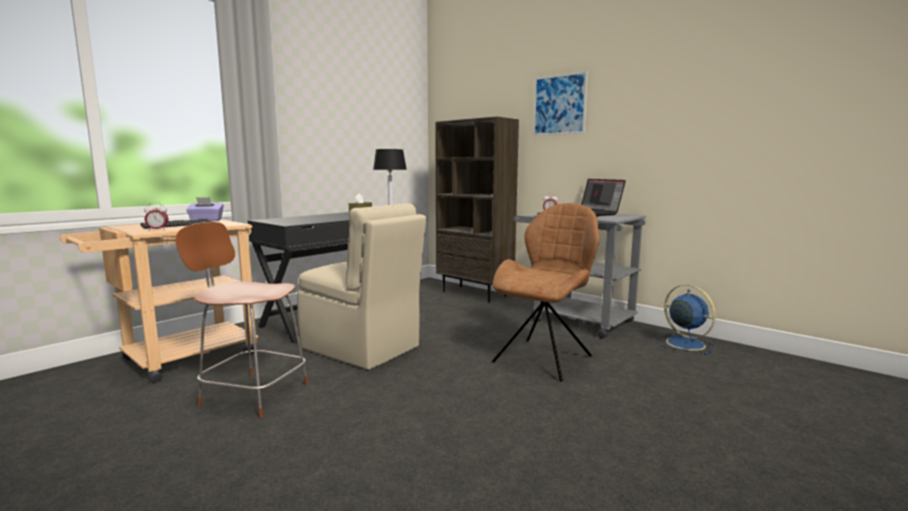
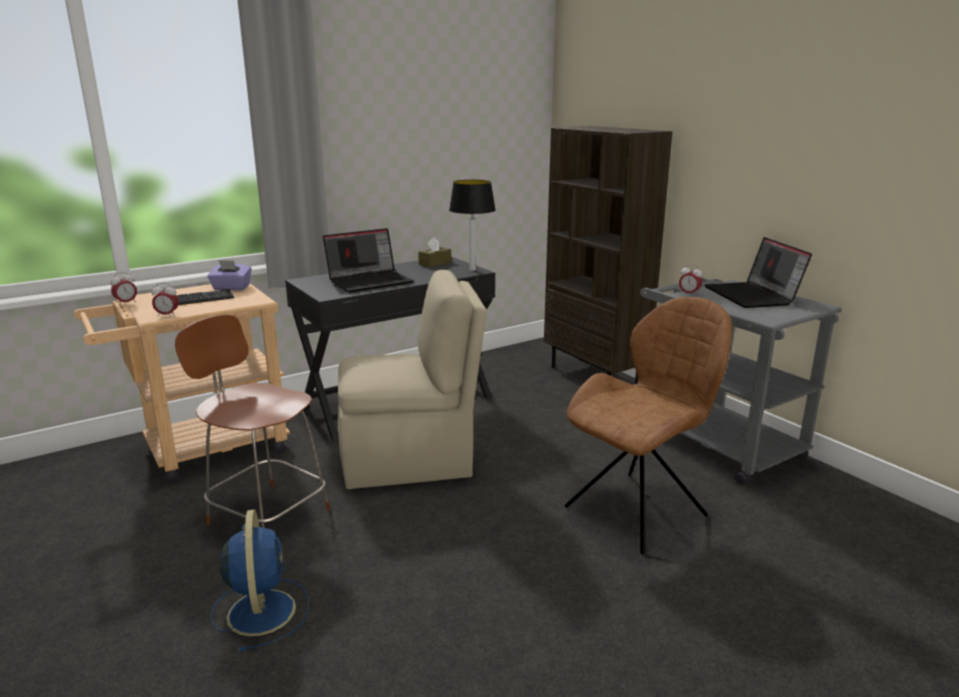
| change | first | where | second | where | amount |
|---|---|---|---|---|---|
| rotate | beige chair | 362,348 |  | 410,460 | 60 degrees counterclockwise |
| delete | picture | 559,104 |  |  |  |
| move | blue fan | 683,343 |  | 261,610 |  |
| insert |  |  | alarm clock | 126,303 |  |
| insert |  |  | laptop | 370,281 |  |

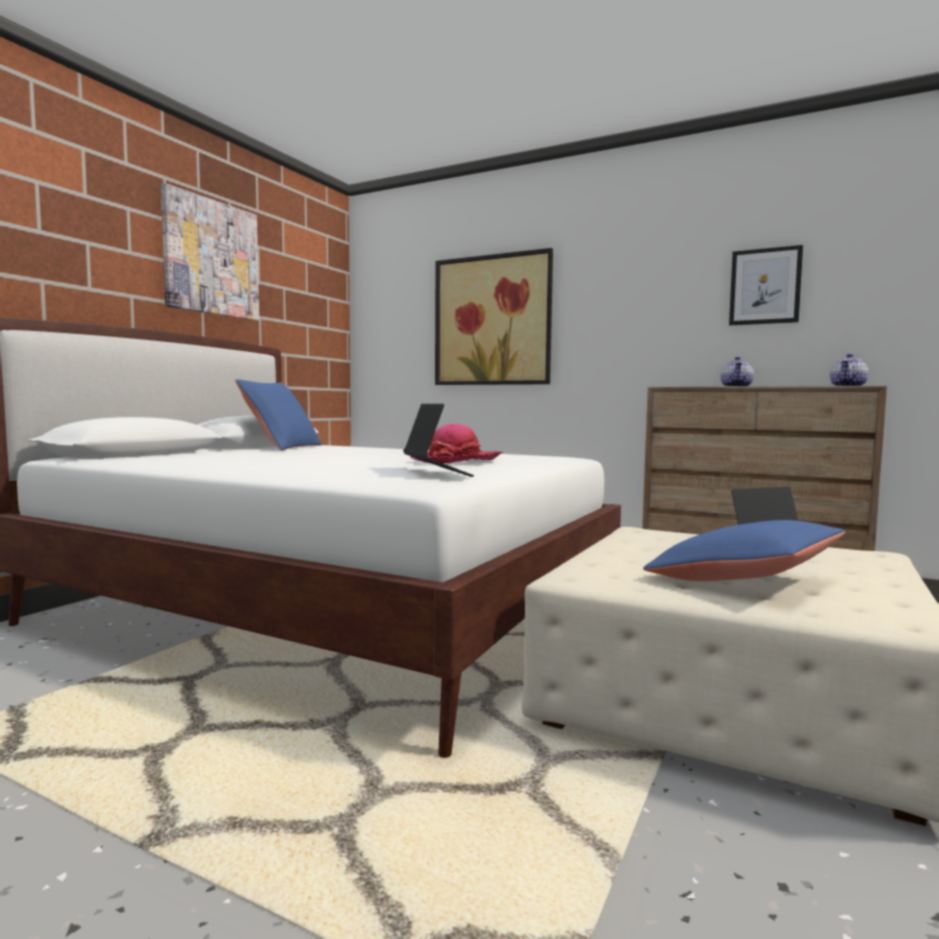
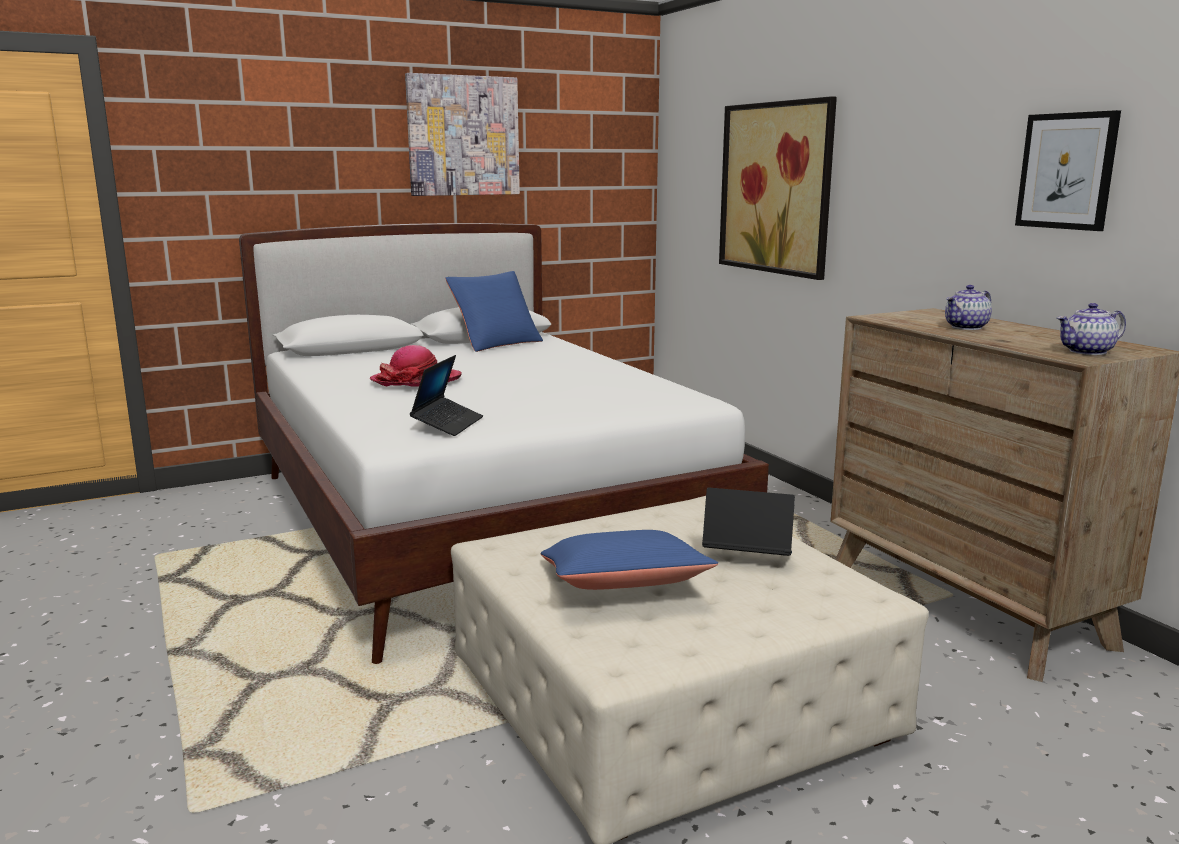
| change | first | where | second | where | amount |
|---|---|---|---|---|---|
| move | hat | 456,460 |  | 416,380 |  |

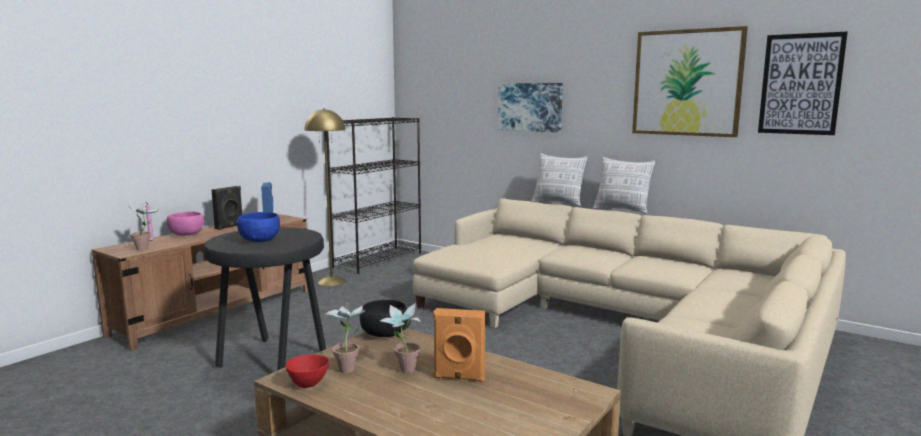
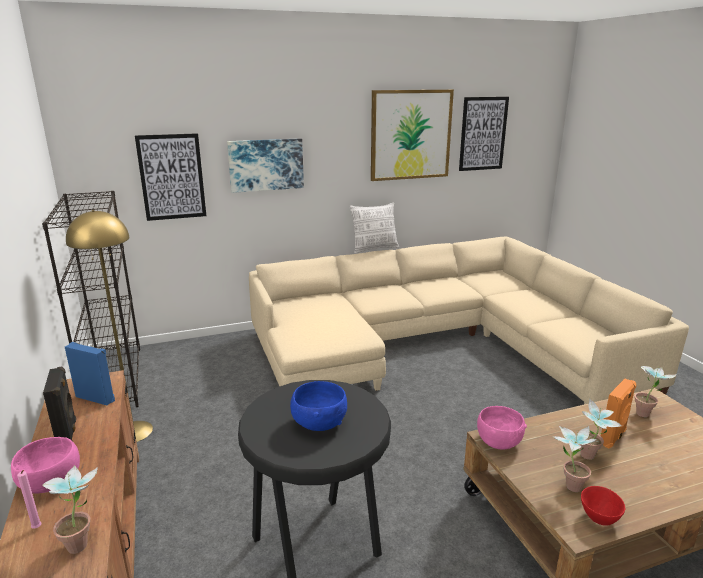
| change | first | where | second | where | amount |
|---|---|---|---|---|---|
| recolor | black bowl | 384,334 | pink bowl | 498,442 |  |
| delete | pillow | 558,203 |  |  |  |
| insert |  |  | picture | 172,177 |  |
| insert |  |  | potted plant | 646,413 |  |

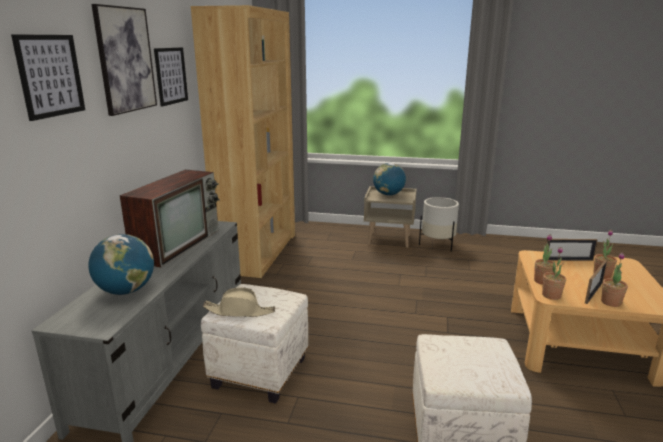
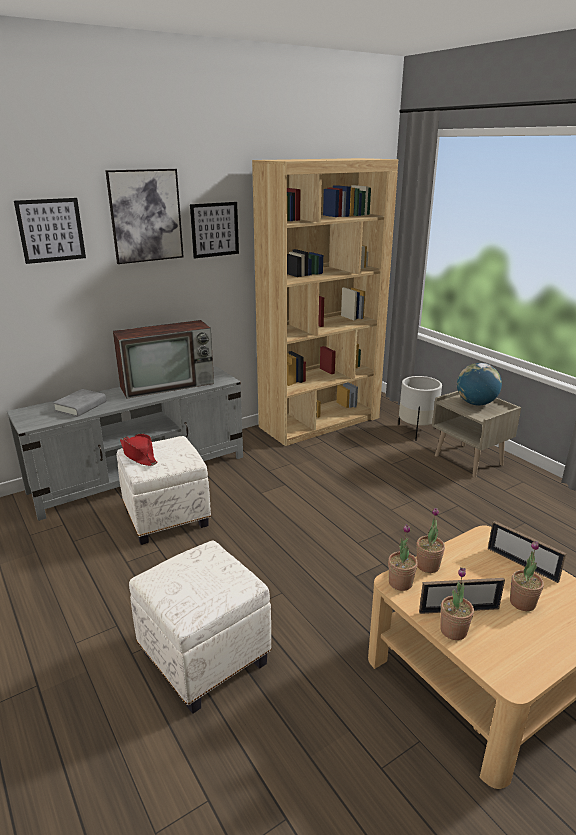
| change | first | where | second | where | amount |
|---|---|---|---|---|---|
| replace | globe | 126,291 | grey book | 81,407 |  |
| recolor | beige hat | 239,311 | red hat | 139,455 |  |
| move | white planter | 437,245 |  | 416,430 |  |

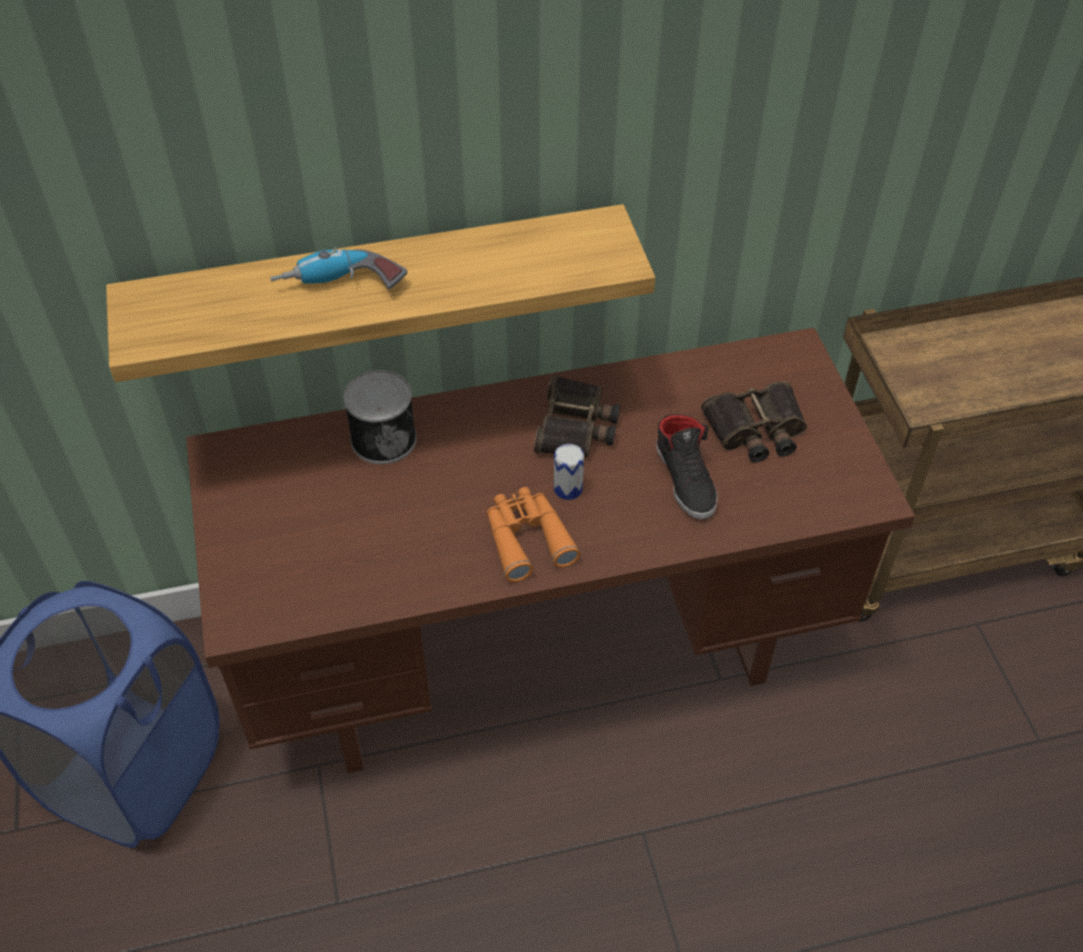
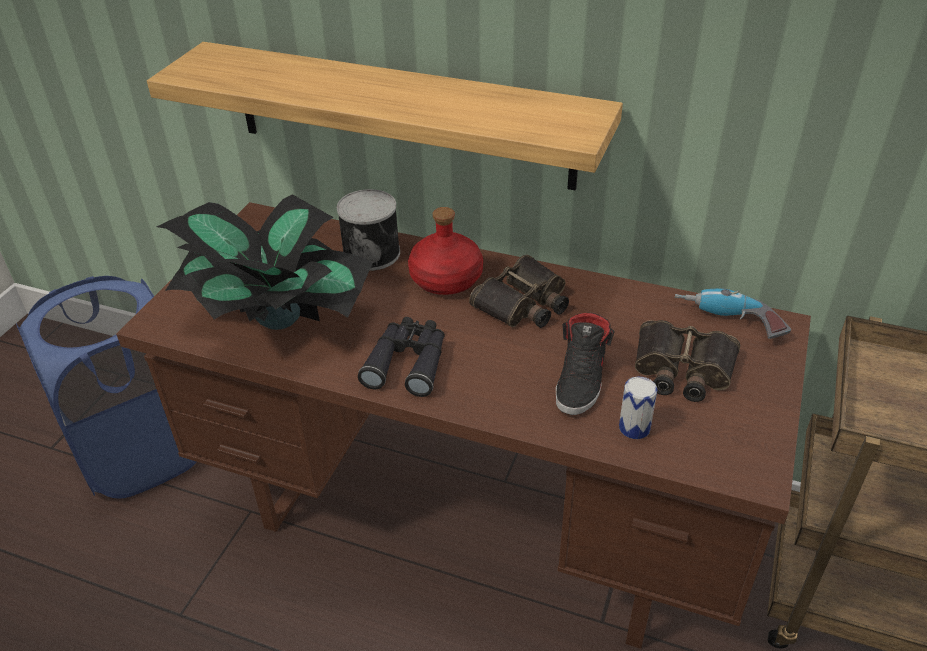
| change | first | where | second | where | amount |
|---|---|---|---|---|---|
| move | power drill | 340,286 |  | 728,323 |  |
| recolor | orange binoculars | 527,538 | black binoculars | 408,362 |  |
| move | can | 568,489 |  | 634,428 |  |
| insert |  |  | potted plant | 277,317 |  |
| insert |  |  | red bottle | 445,279 |  |

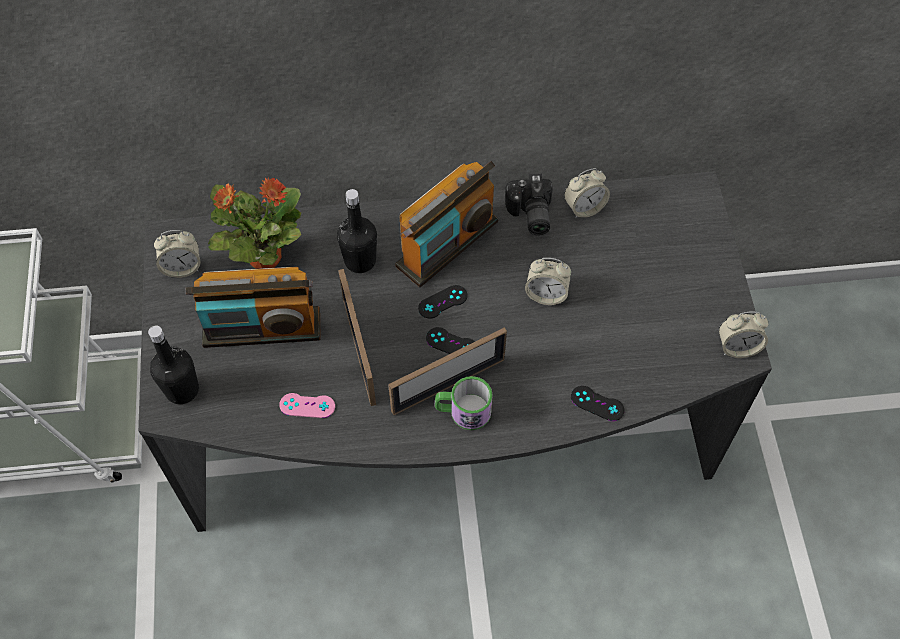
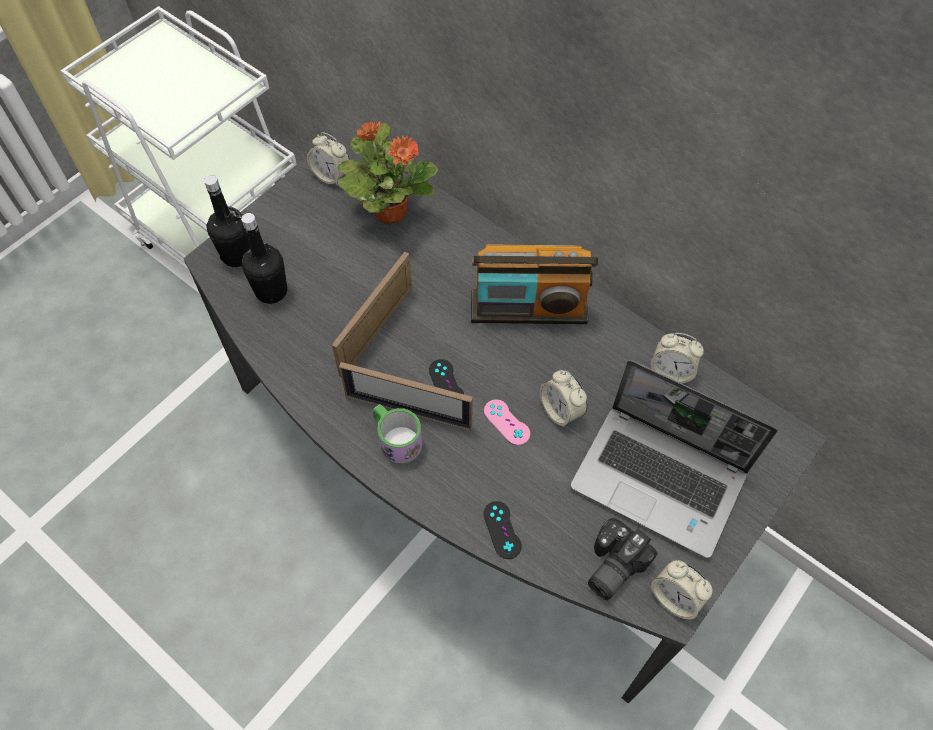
| change | first | where | second | where | amount |
|---|---|---|---|---|---|
| delete | radio | 262,328 |  |  |  |
| move | pink game controller | 307,405 |  | 506,422 |  |
| move | black bottle | 360,261 |  | 271,291 |  |
| delete | black game controller | 442,302 |  |  |  |
| move | photo camera | 529,215 |  | 610,565 |  |
| insert |  |  | laptop | 661,480 |  |

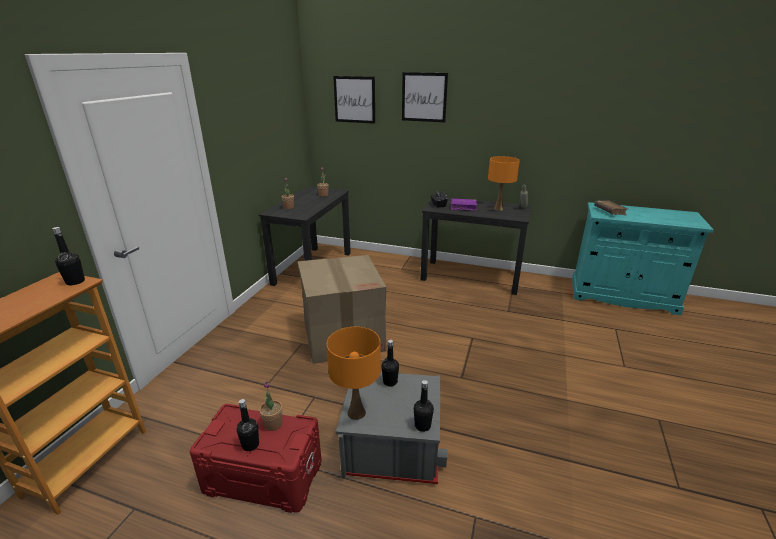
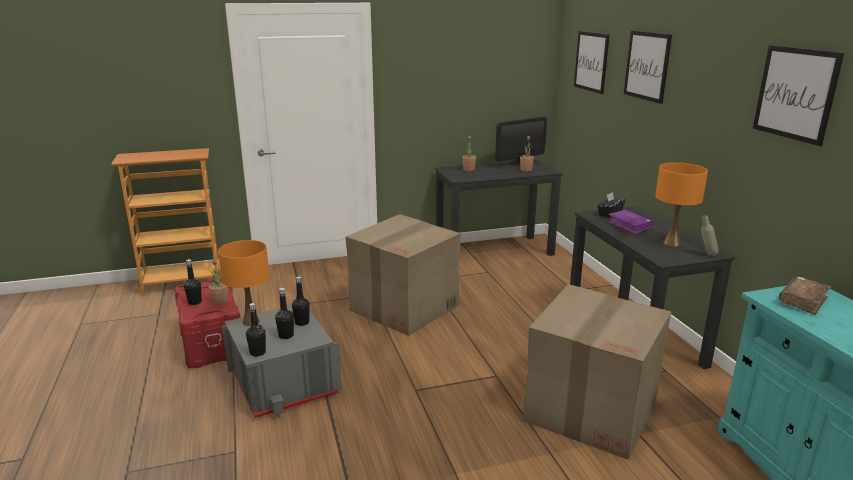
| change | first | where | second | where | amount |
|---|---|---|---|---|---|
| move | black bottle | 75,282 |  | 286,335 |  |
| insert |  |  | monitor | 518,163 |  |
| insert |  |  | cardboard box | 591,409 |  |
| insert |  |  | picture | 795,93 |  |

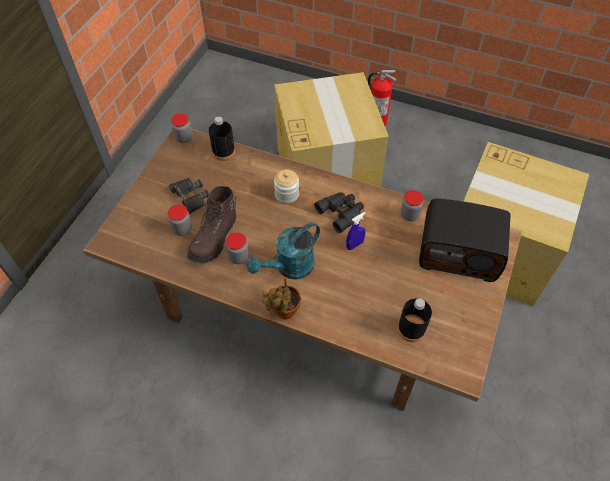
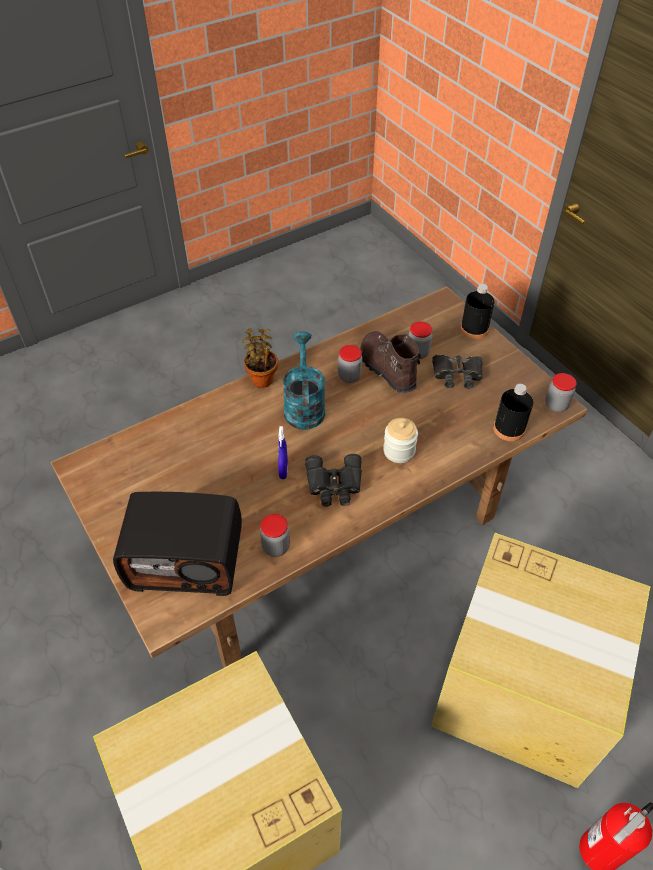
| change | first | where | second | where | amount |
|---|---|---|---|---|---|
| move | black bottle | 411,329 |  | 474,329 |  |
| rotate | radio | 459,252 |  | 187,559 | 135 degrees counterclockwise |

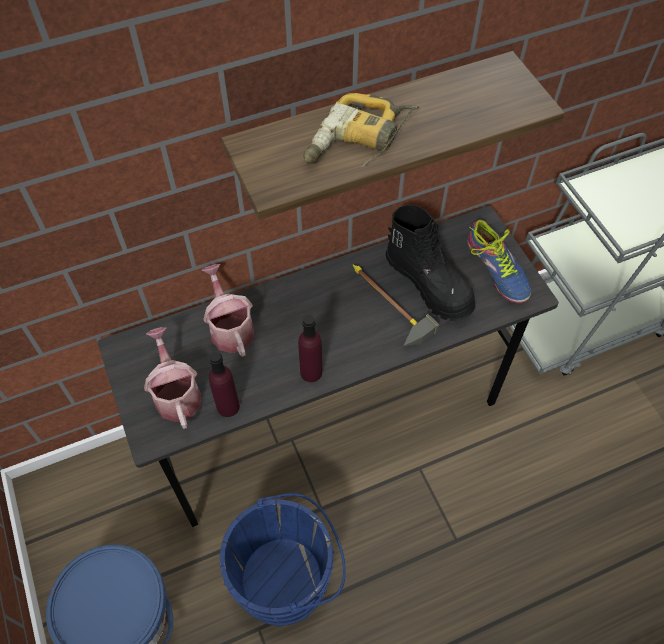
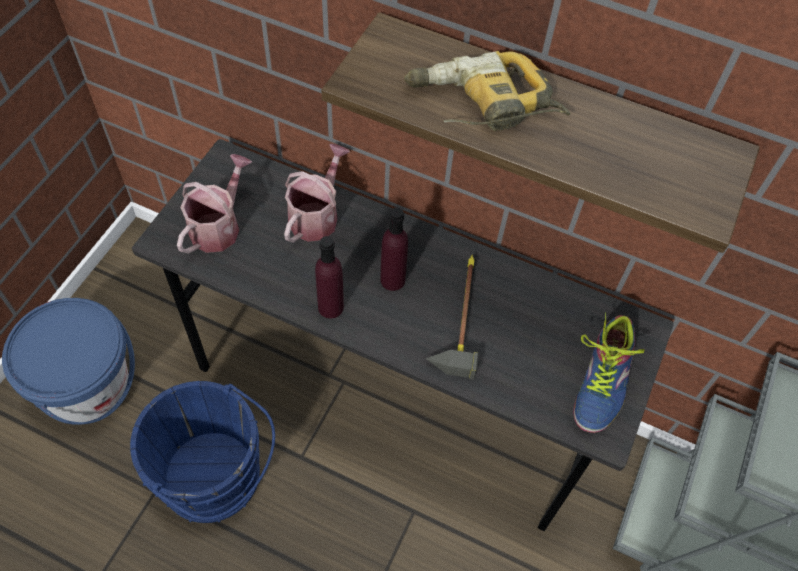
| change | first | where | second | where | amount |
|---|---|---|---|---|---|
| move | purple bottle | 228,406 |  | 392,280 |  |
| delete | black boot | 429,284 |  |  |  |

